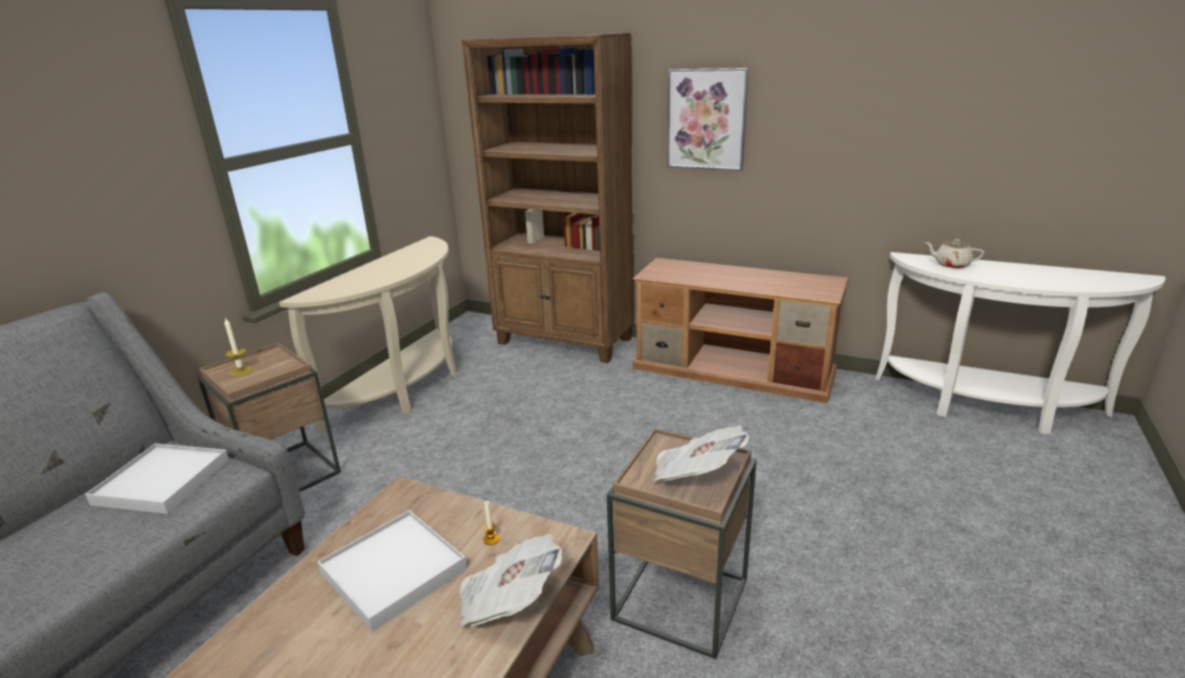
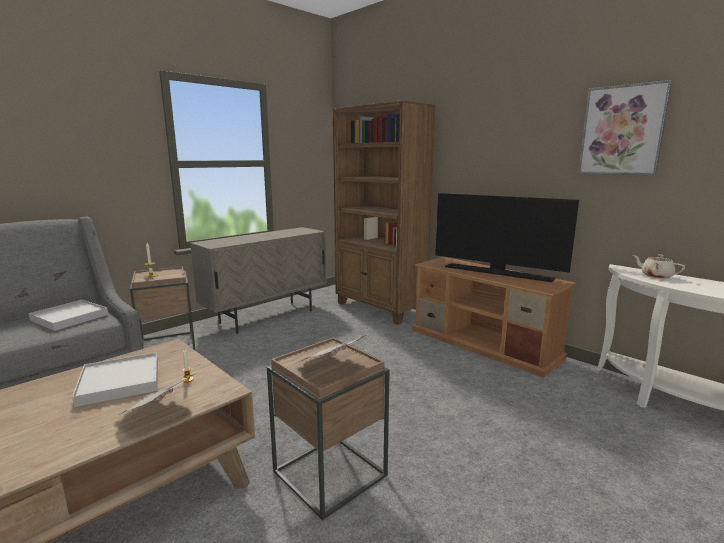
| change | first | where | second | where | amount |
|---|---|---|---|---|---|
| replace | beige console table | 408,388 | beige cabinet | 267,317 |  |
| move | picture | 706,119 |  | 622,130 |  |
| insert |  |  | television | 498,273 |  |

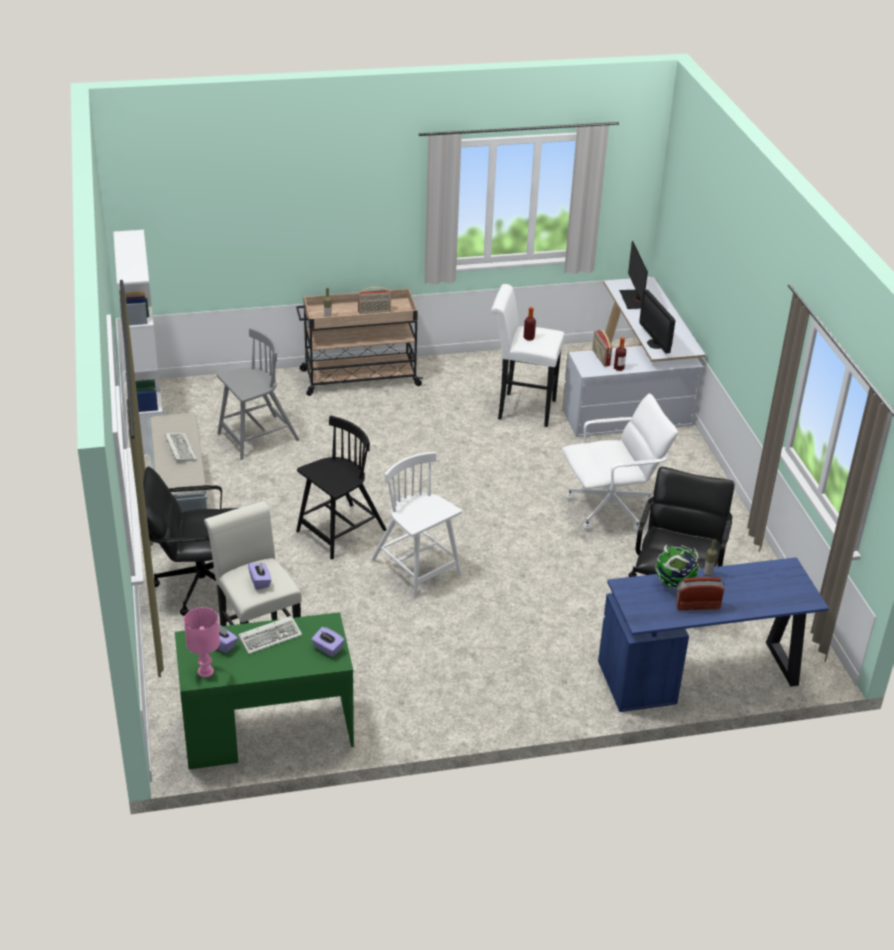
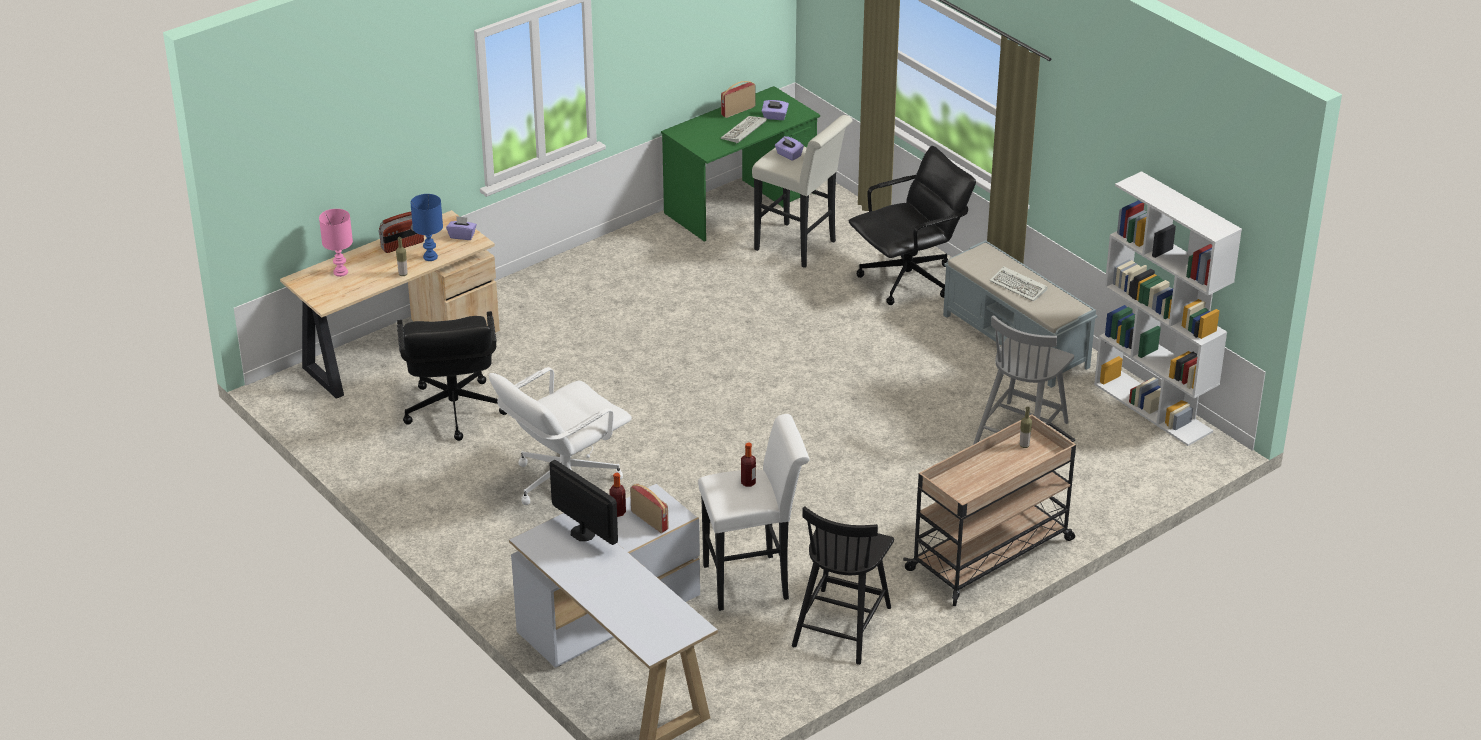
| change | first | where | second | where | amount |
|---|---|---|---|---|---|
| move | pink table lamp | 205,672 |  | 340,272 |  |
| move | black chair | 340,532 |  | 841,625 |  |
| move | purple tissue box | 327,649 |  | 462,236 |  |
| move | radio | 374,312 |  | 737,110 |  |
| delete | white chair | 416,568 |  |  |  |
| recolor | blue desk | 702,674 | beige desk | 397,349 |  |
| delete | monitor | 635,300 |  |  |  |
| replace | globe | 674,584 | blue table lamp | 431,257 |  |

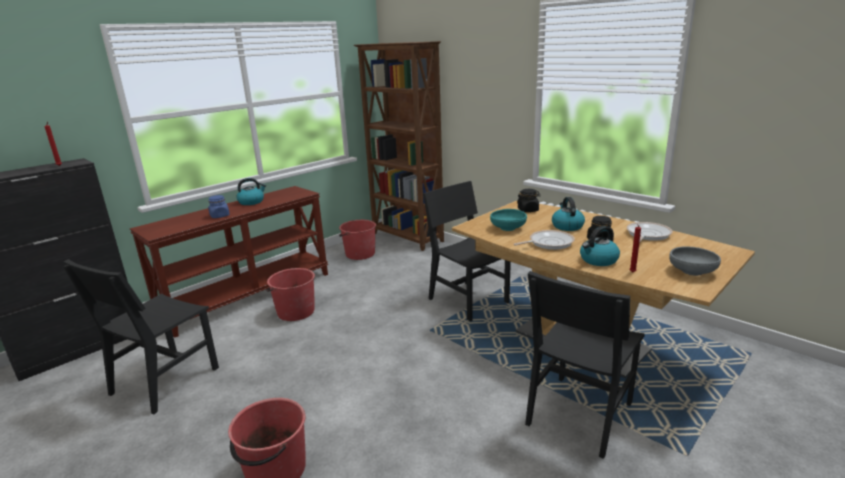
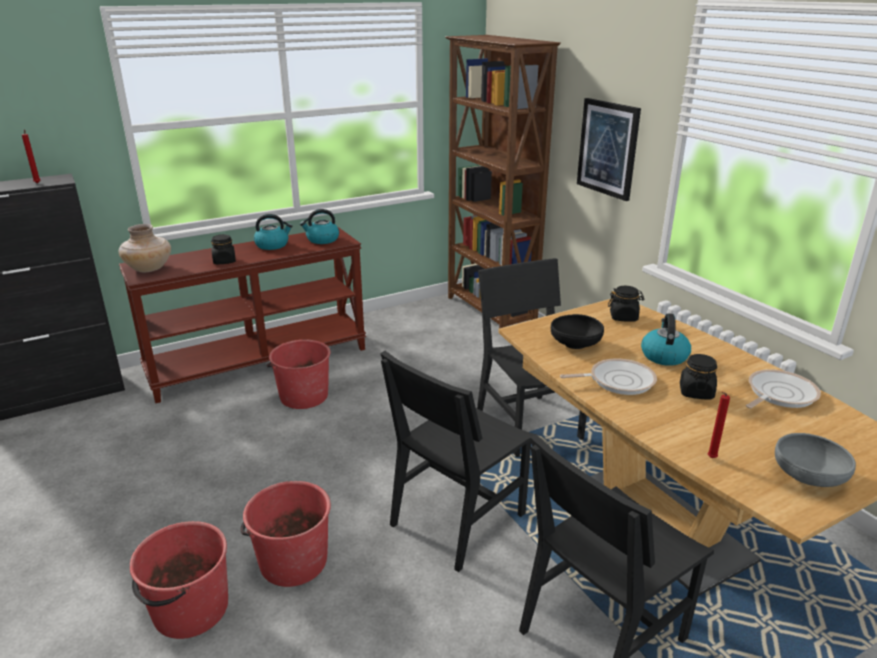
| change | first | where | second | where | amount |
|---|---|---|---|---|---|
| move | black chair | 165,381 |  | 457,519 |  |
| recolor | blue jar | 220,216 | black jar | 224,261 |  |
| move | red bucket | 359,254 |  | 293,561 |  |
| recolor | turquoise bowl | 508,228 | black bowl | 575,344 |  |
| move | kettle | 598,260 |  | 322,240 |  |
| insert |  |  | beige vase | 149,269 |  |
| insert |  |  | picture | 608,148 |  |

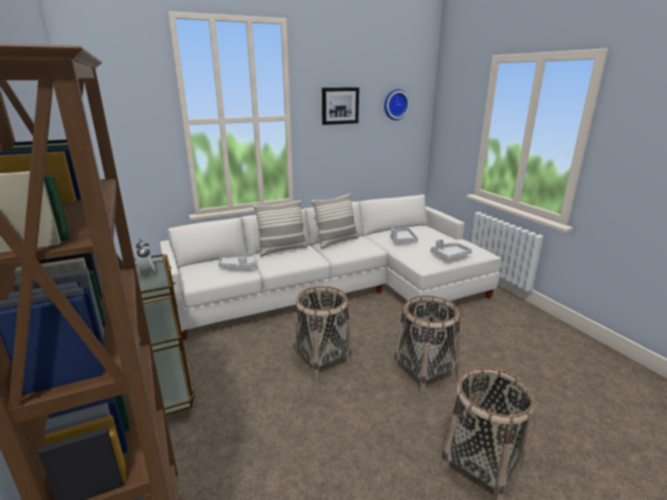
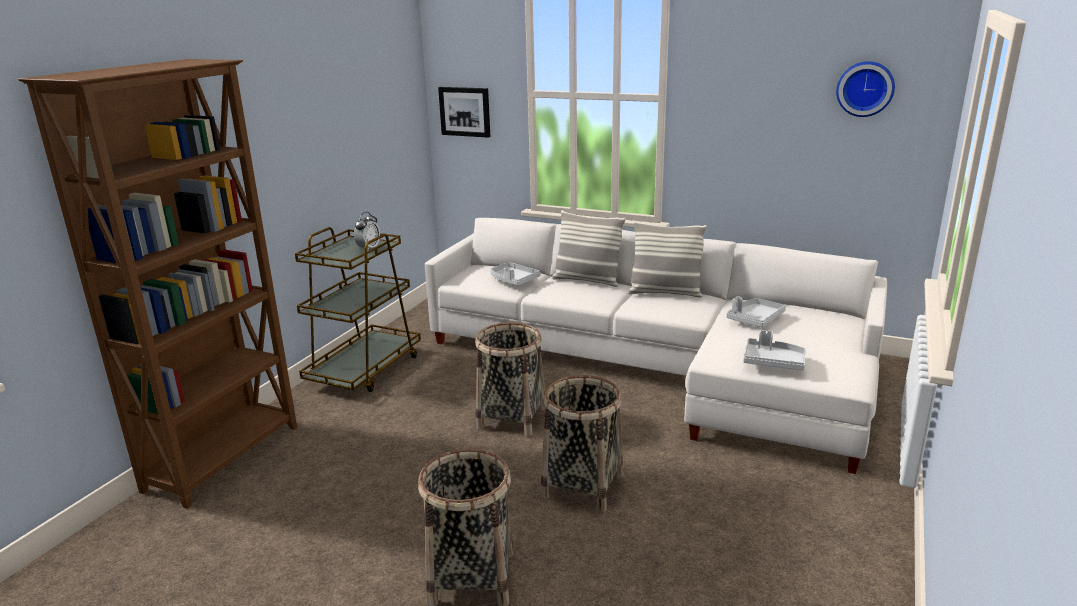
| change | first | where | second | where | amount |
|---|---|---|---|---|---|
| move | picture | 340,105 |  | 465,111 |  |

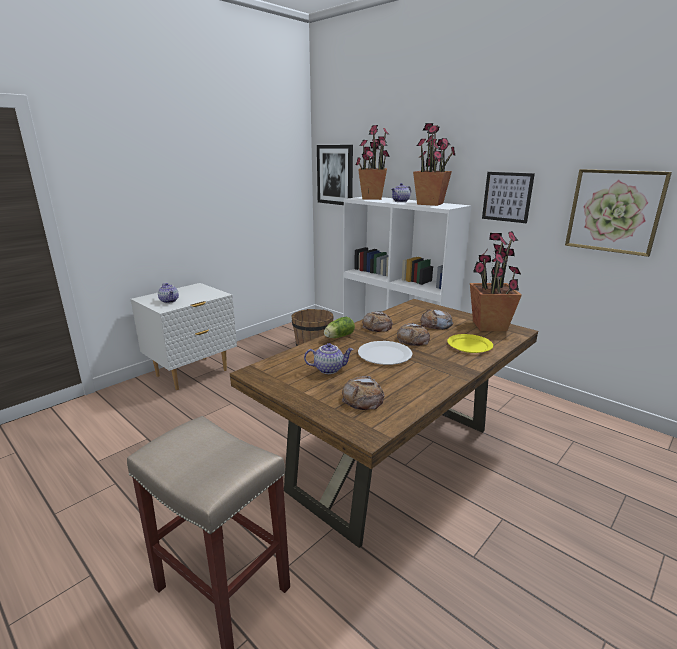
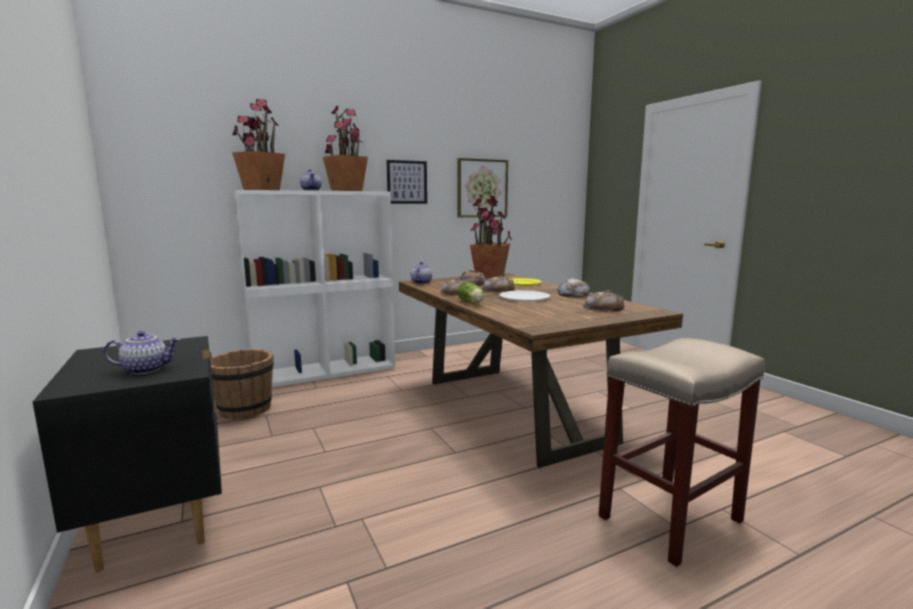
| change | first | where | second | where | amount |
|---|---|---|---|---|---|
| recolor | white nightstand | 192,373 | black nightstand | 159,521 |  |
| move | teapot | 329,369 |  | 421,283 |  |
| delete | picture | 335,175 |  |  |  |
| insert |  |  | bread | 573,294 |  |

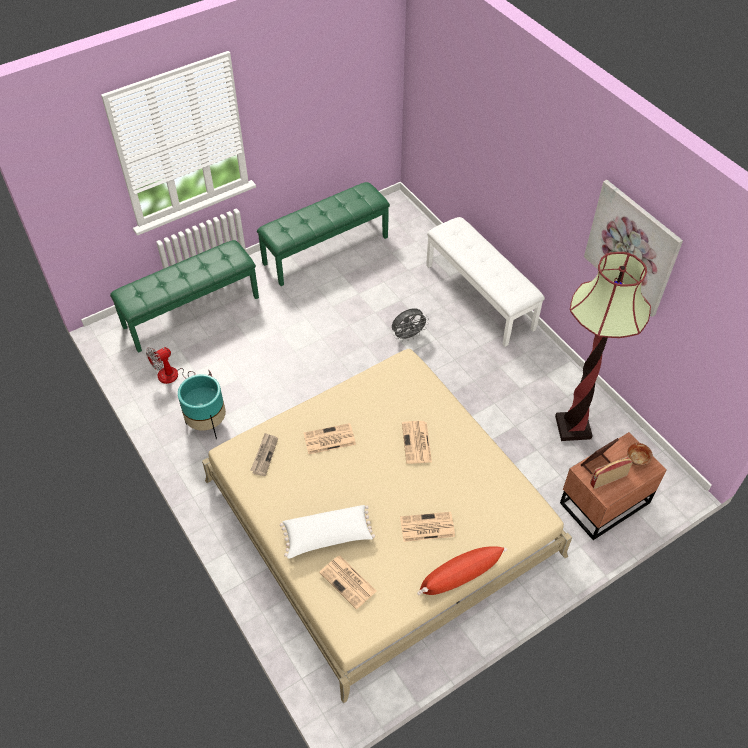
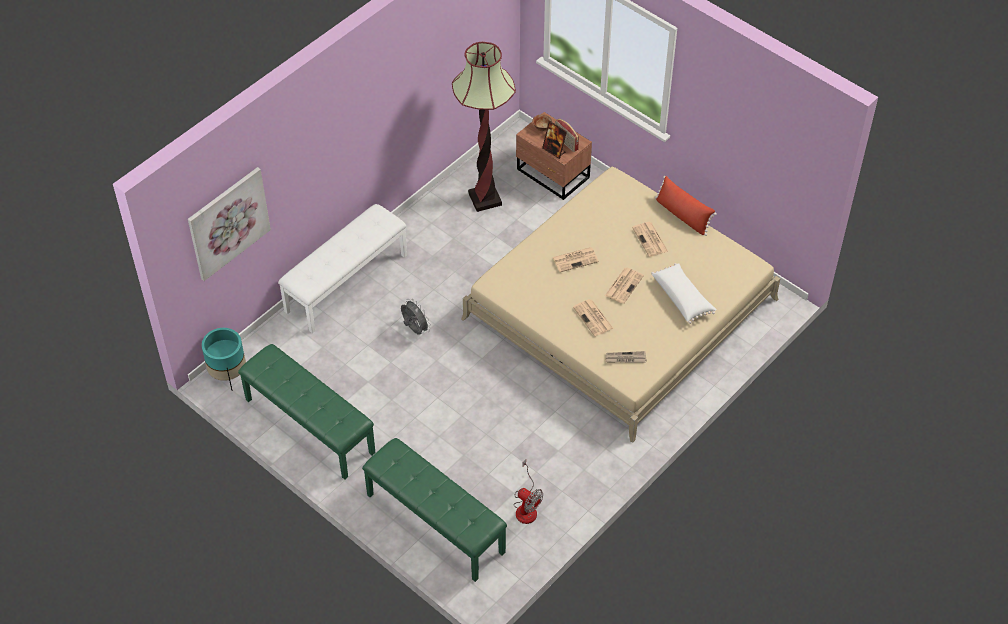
| change | first | where | second | where | amount |
|---|---|---|---|---|---|
| move | turquoise planter | 207,423 |  | 228,374 |  |
| move | newspaper | 348,582 |  | 624,285 |  |
| move | picture | 631,248 |  | 228,223 |  |

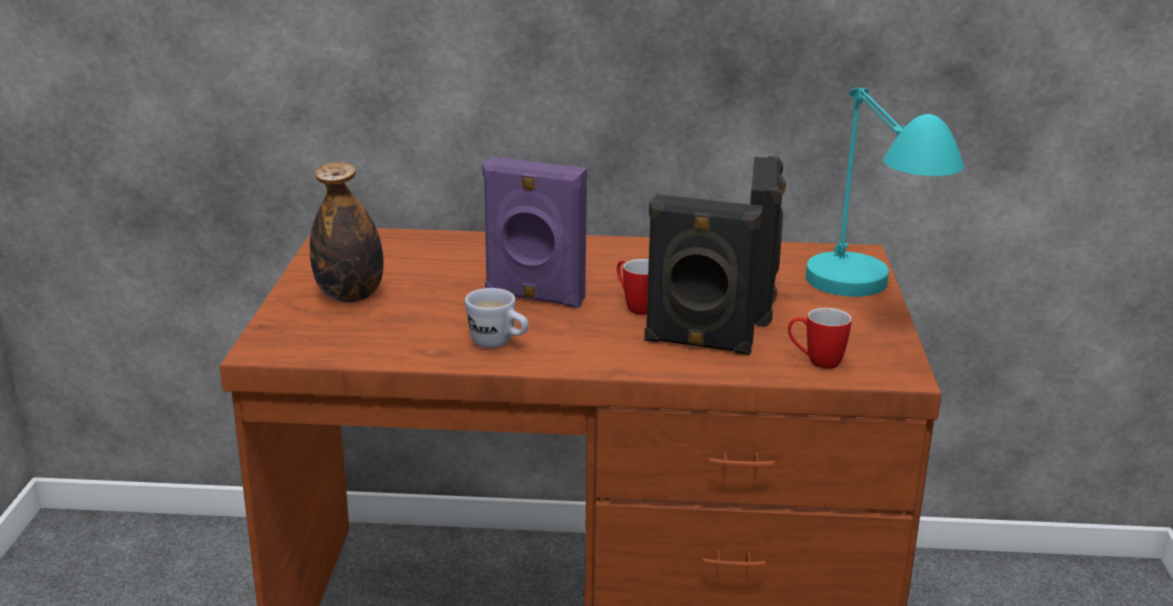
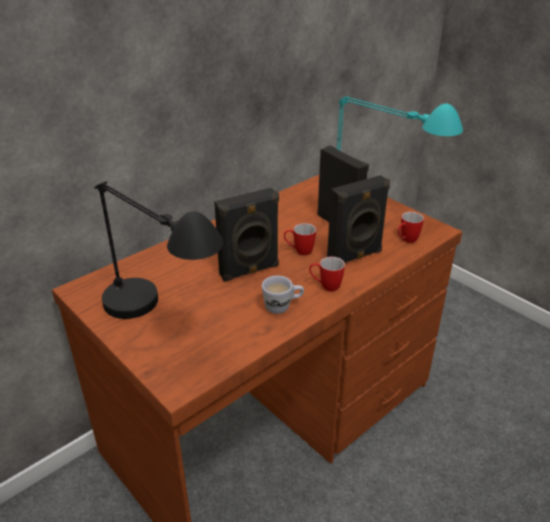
| change | first | where | second | where | amount |
|---|---|---|---|---|---|
| replace | bottle | 350,296 | black table lamp | 160,323 |  |
| recolor | purple speaker | 534,297 | black speaker | 250,271 |  |
| insert |  |  | mug | 325,286 |  |

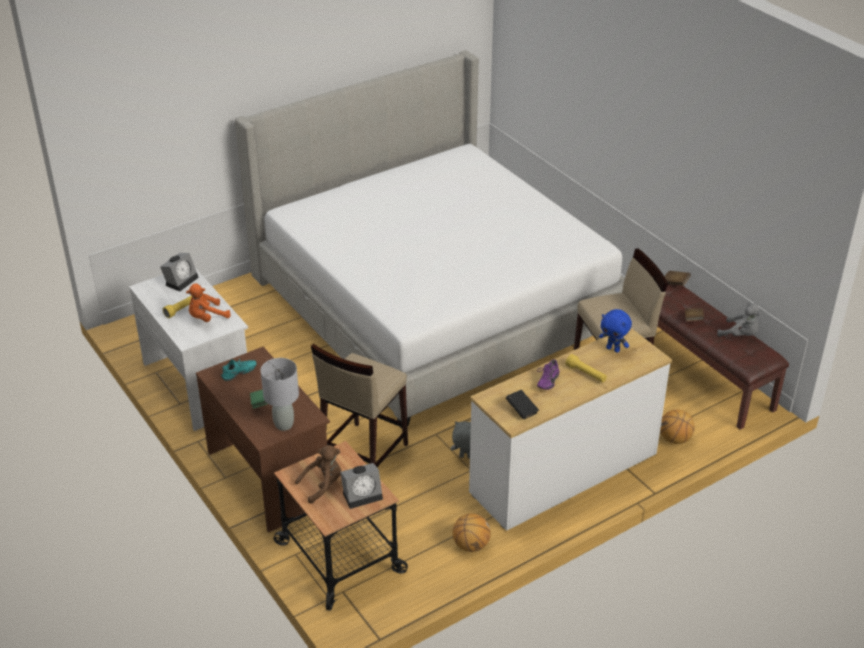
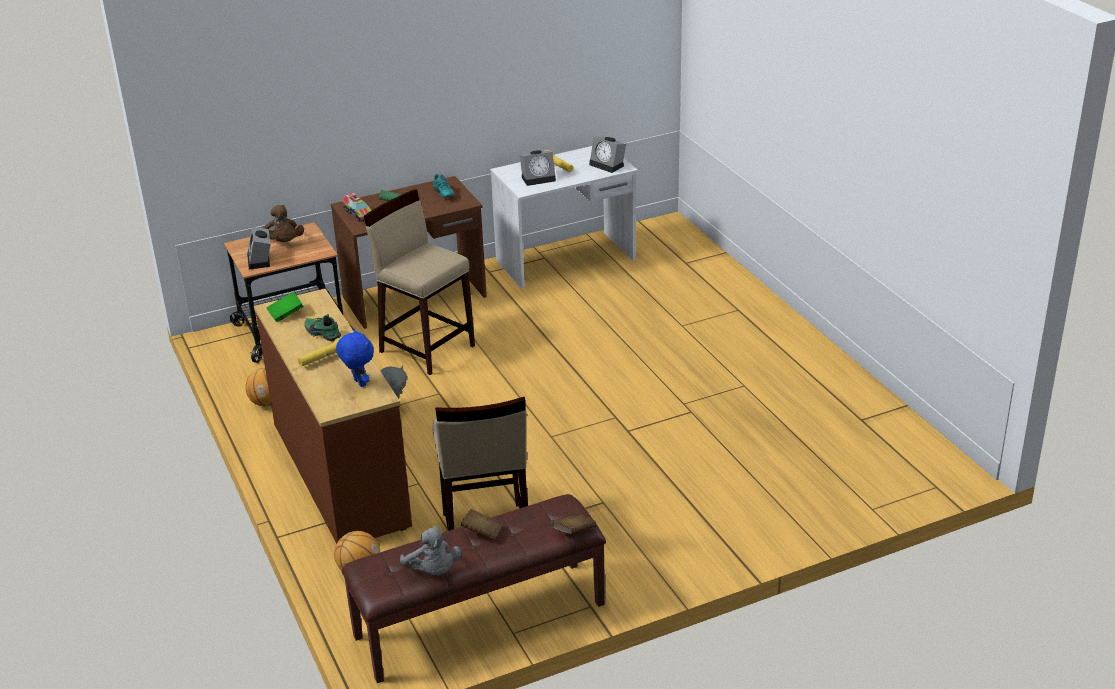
| change | first | where | second | where | amount |
|---|---|---|---|---|---|
| replace | orange plush toy | 207,318 | alarm clock | 539,178 |  |
| delete | bed | 435,301 |  |  |  |
| replace | grey table lamp | 283,425 | toy truck | 358,214 |  |
| recolor | white dresser | 564,473 | brown dresser | 339,474 |  |
| recolor | black book | 521,410 | green book | 286,314 |  |
| recolor | purple shoe | 546,381 | green shoe | 324,333 |  |
| rotate | blue plush toy | 613,349 |  | 358,383 | 105 degrees clockwise |
| rotate | grey plush toy | 740,335 |  | 433,571 | 75 degrees counterclockwise |

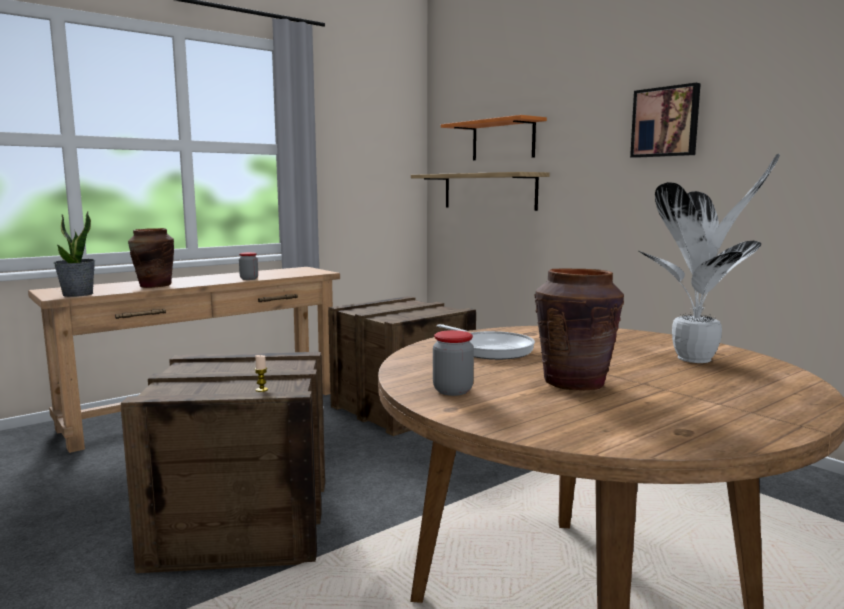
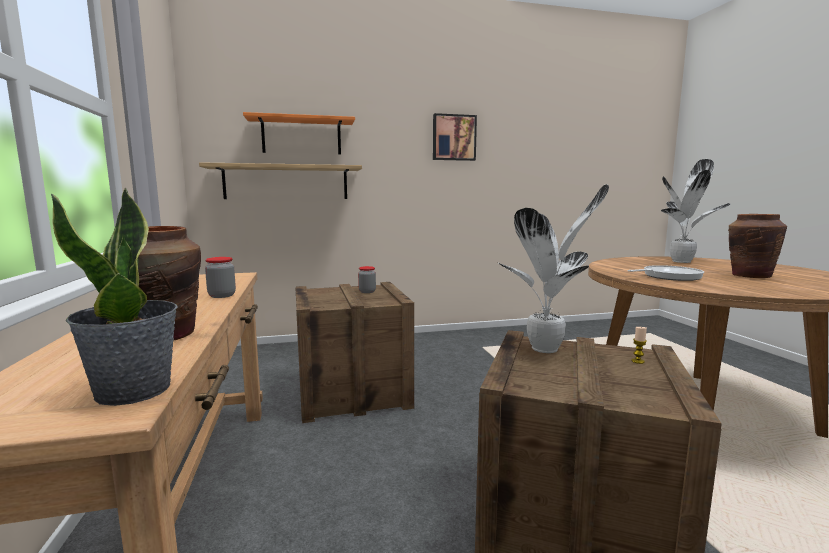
| change | first | where | second | where | amount |
|---|---|---|---|---|---|
| move | jar | 452,391 |  | 367,291 |  |
| insert |  |  | potted plant | 548,349 |  |

